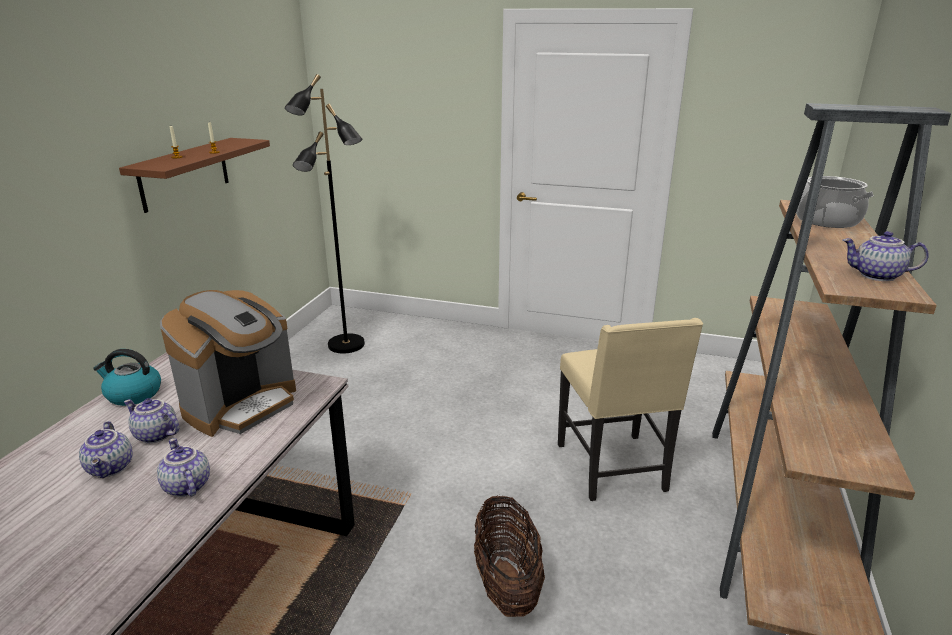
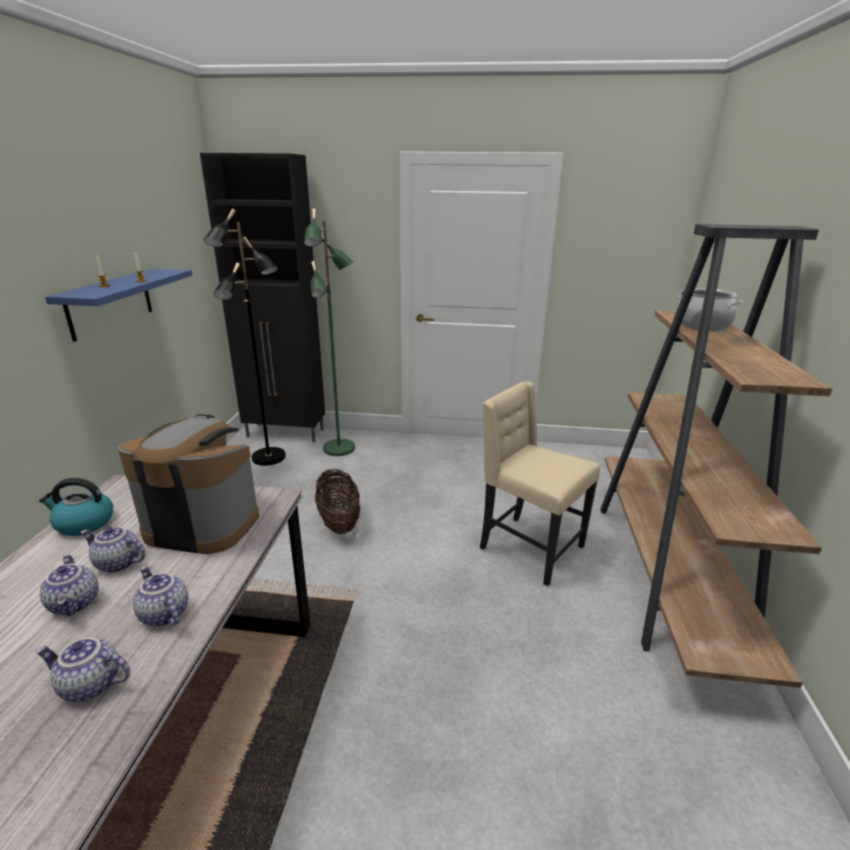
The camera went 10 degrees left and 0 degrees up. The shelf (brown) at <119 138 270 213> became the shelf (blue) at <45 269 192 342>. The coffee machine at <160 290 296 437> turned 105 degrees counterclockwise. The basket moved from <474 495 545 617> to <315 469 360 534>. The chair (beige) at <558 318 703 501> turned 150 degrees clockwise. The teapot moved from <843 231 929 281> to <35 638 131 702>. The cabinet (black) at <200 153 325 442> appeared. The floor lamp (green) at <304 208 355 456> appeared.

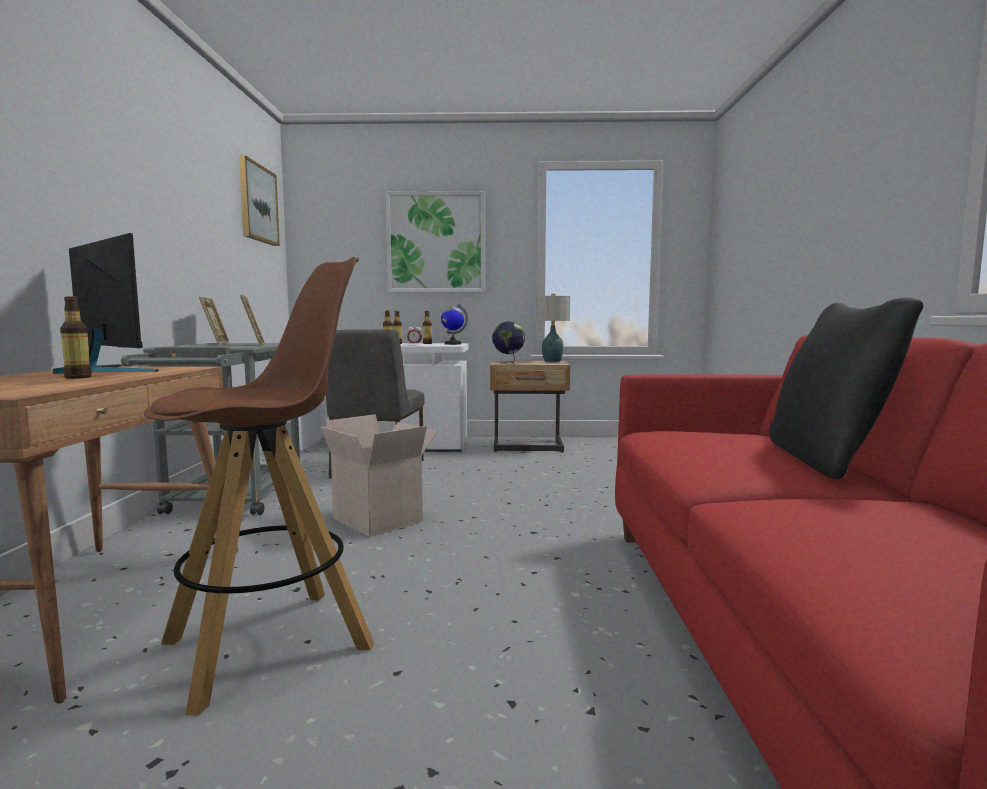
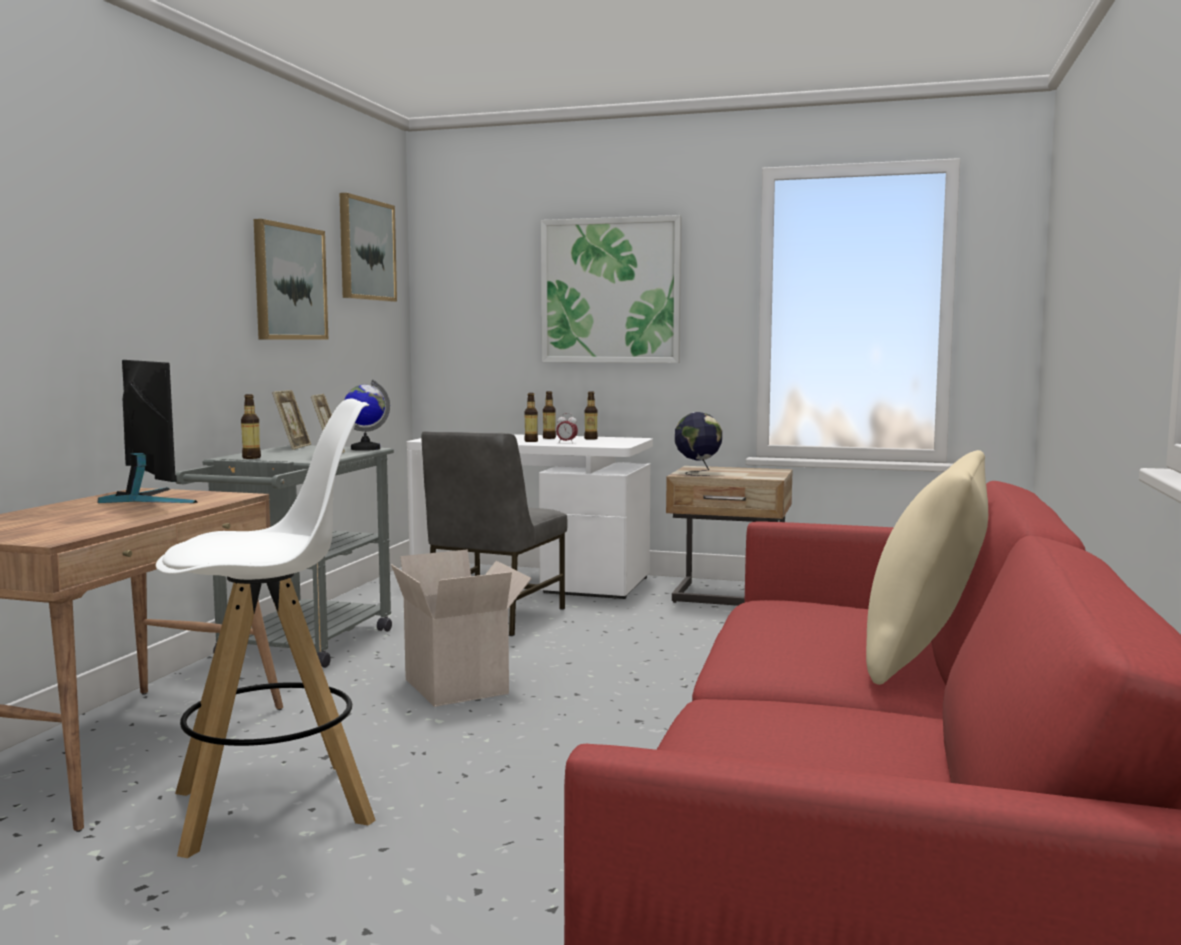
The camera went 15 degrees right and 0 degrees up. The bottle moved from <60 296 92 379> to <241 394 261 459>. The stool (brown) at <144 257 375 716> became the stool (white) at <155 399 376 858>. The globe moved from <441 304 468 345> to <344 380 390 451>. The table lamp at <536 294 570 363> disappeared. The pillow (black) at <769 298 923 479> became the pillow (beige) at <866 450 988 685>. The picture at <254 219 329 340> appeared.

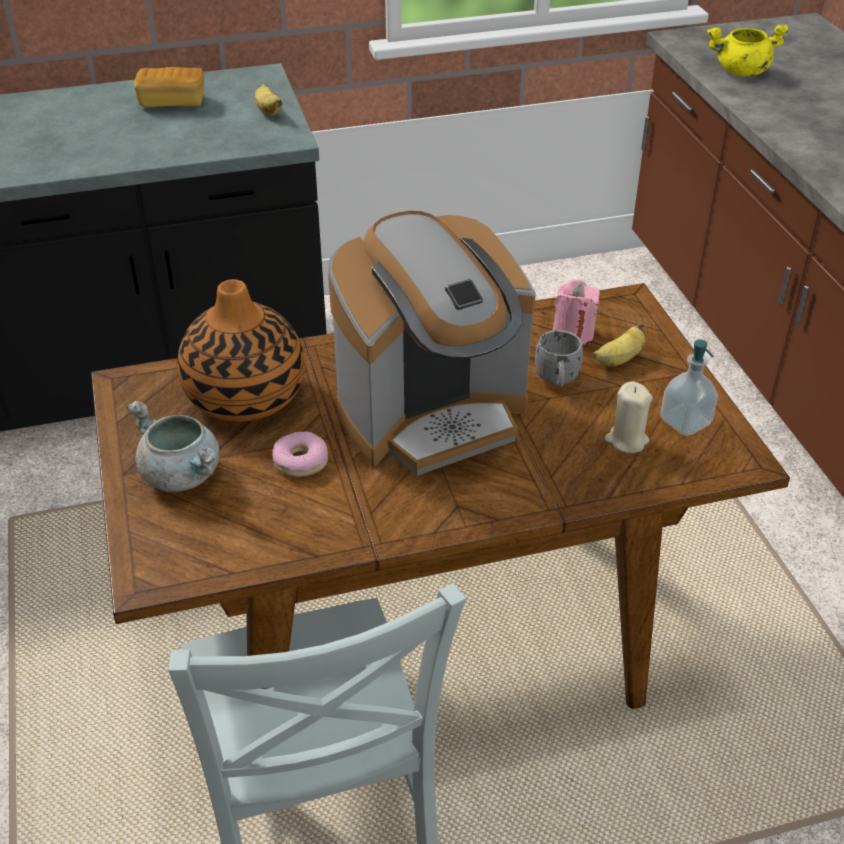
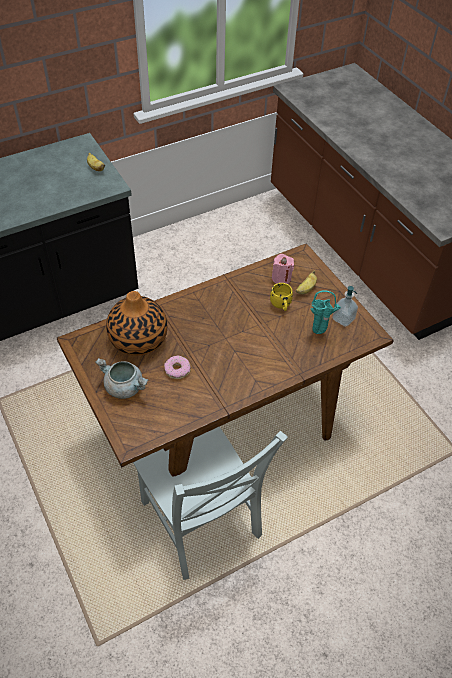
The camera went 15 degrees left and 10 degrees up. The bread at <134 67 204 107> disappeared. The coffee machine at <328 211 536 476> disappeared. The mug (grey) at <535 330 583 387> became the mug (yellow) at <270 283 293 311>. The candle (beige) at <604 381 653 453> was replaced by the vase (turquoise) at <311 290 341 334>. The cooking pot (yellow) at <707 24 789 76> disappeared.

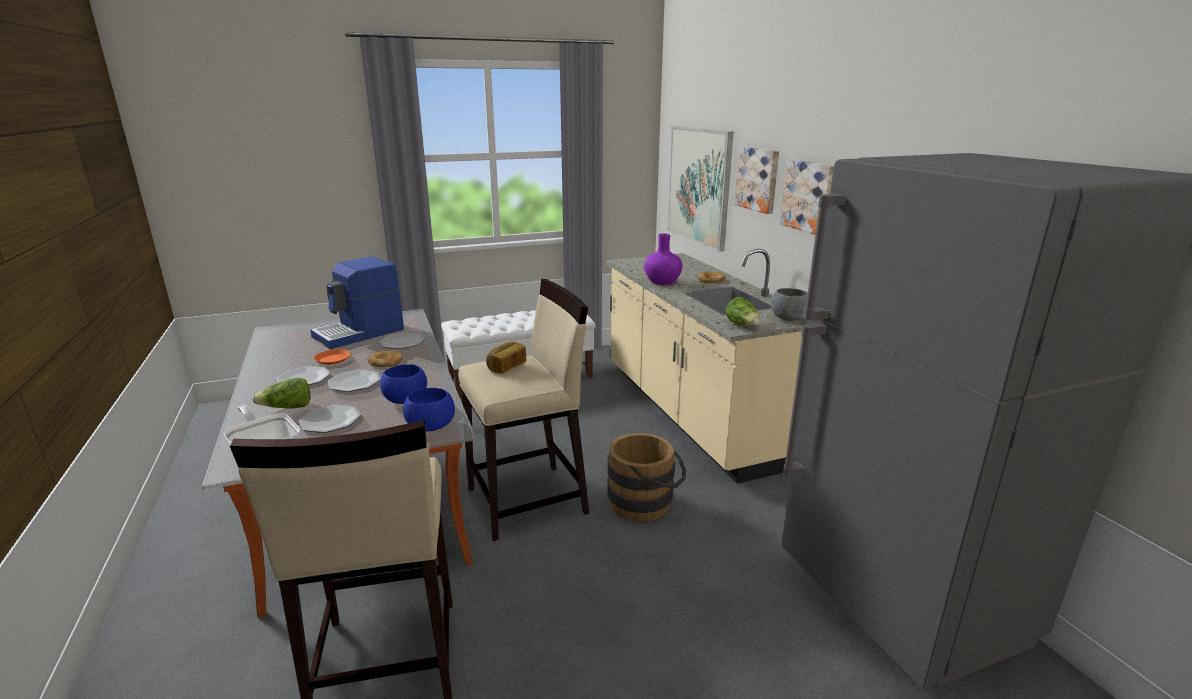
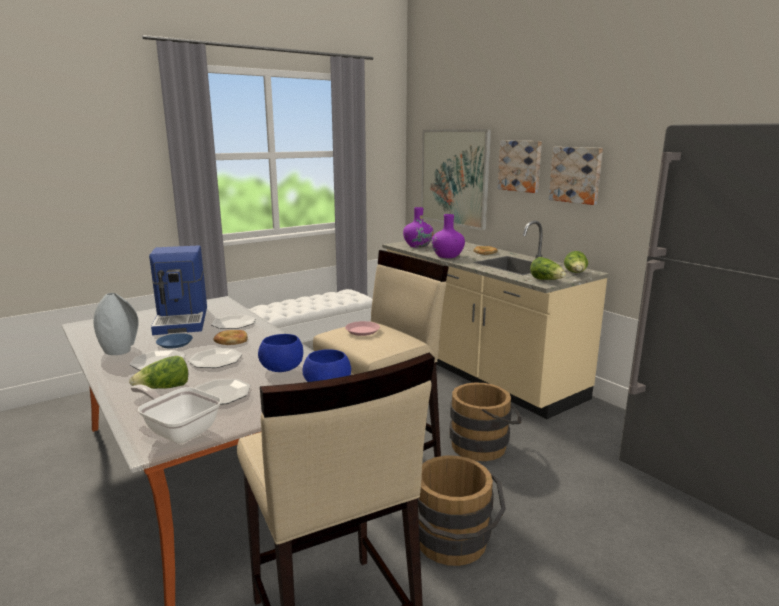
The camera went 15 degrees left and 5 degrees down. The coffee machine at <310 257 404 349> turned 45 degrees counterclockwise. The plate (orange) at <314 349 351 365> became the plate (blue) at <156 333 193 349>. The bread at <486 342 527 374> was replaced by the plate (pink) at <345 321 380 336>. The bowl (grey) at <770 288 808 321> was replaced by the lettuce at <564 251 588 273>. The vase (grey) at <94 293 139 355> appeared. The vase (purple) at <403 207 434 248> appeared. The bucket (brown) at <418 456 506 566> appeared.

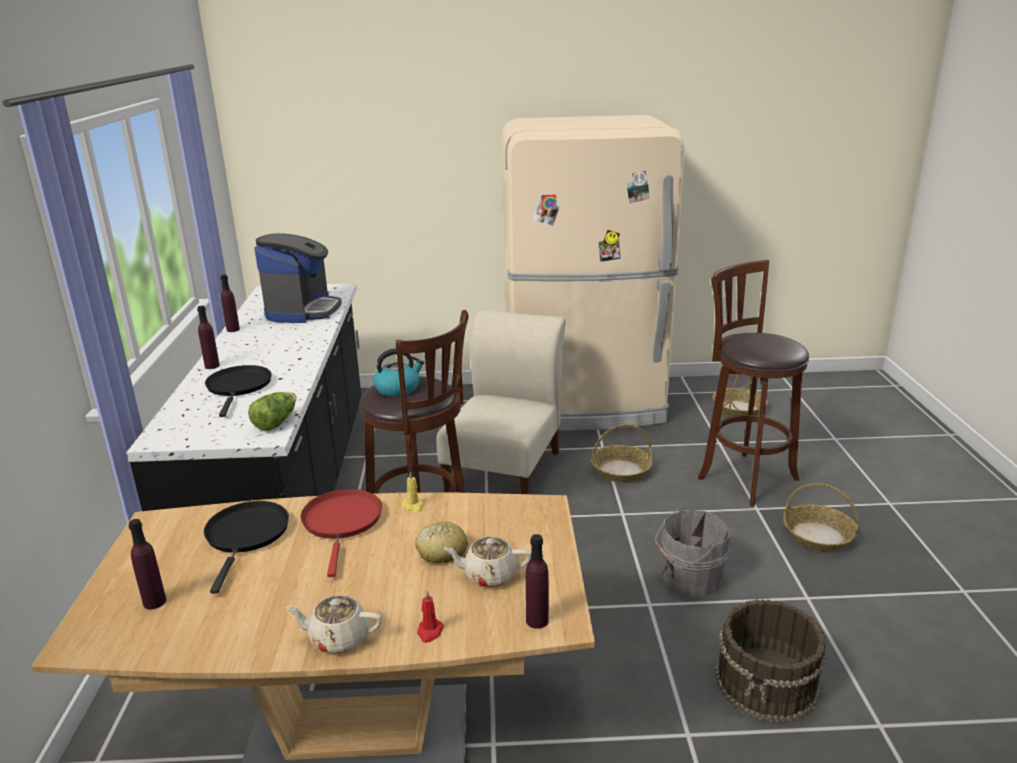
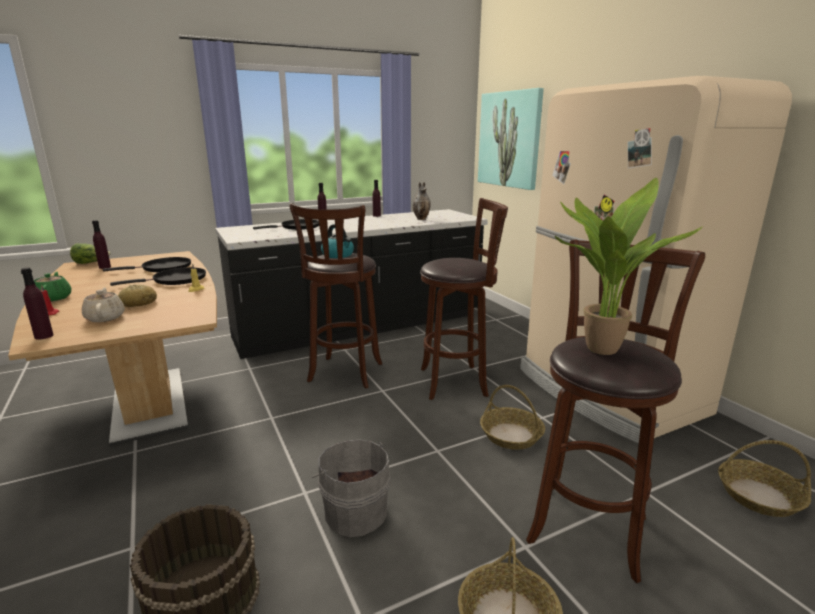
The camera went 65 degrees right and 5 degrees down. The lettuce moved from <248 392 296 431> to <70 243 110 264>. The coffee machine at <254 233 342 323> was replaced by the vase at <413 182 431 220>. The teapot (beige) at <285 595 382 654> became the teapot (green) at <34 272 71 302>. The frying pan (red) at <301 489 382 577> became the frying pan (black) at <110 267 206 286>. The chair (beige) at <436 310 565 494> was replaced by the stool (brown) at <420 198 508 400>. The picture at <478 88 544 190> appeared. The potted plant at <555 178 703 355> appeared.

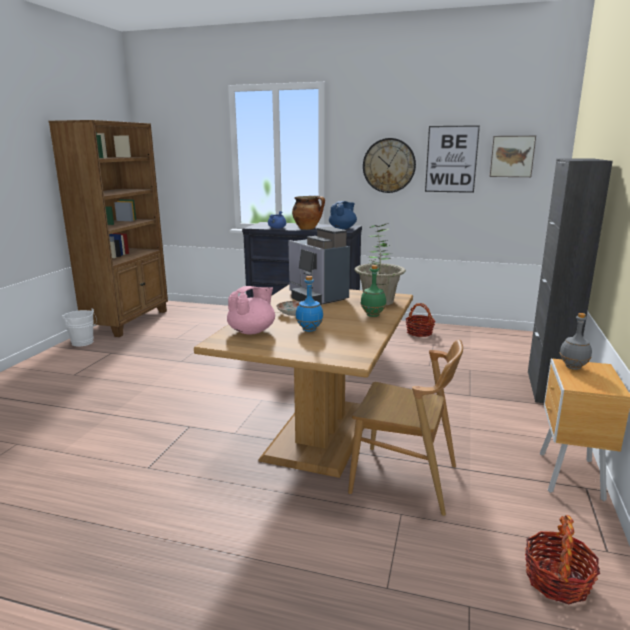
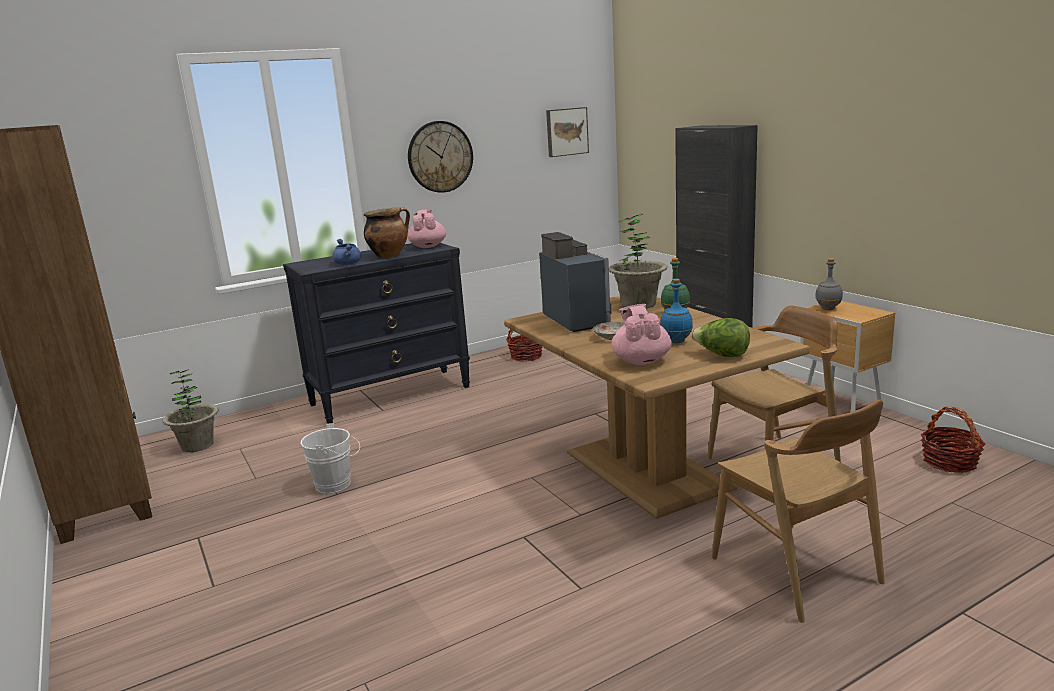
The camera went 45 degrees left and 0 degrees up. The bucket (white) moved from <62 309 97 347> to <300 423 360 493>. The coffee machine at <289 227 350 305> turned 120 degrees counterclockwise. The teapot (blue) at <329 201 357 229> became the teapot (pink) at <408 210 446 248>. The picture at <425 125 480 193> disappeared. The potted plant at <162 369 219 452> appeared. The lettuce at <691 318 750 357> appeared. The chair (brown) at <712 400 885 623> appeared.

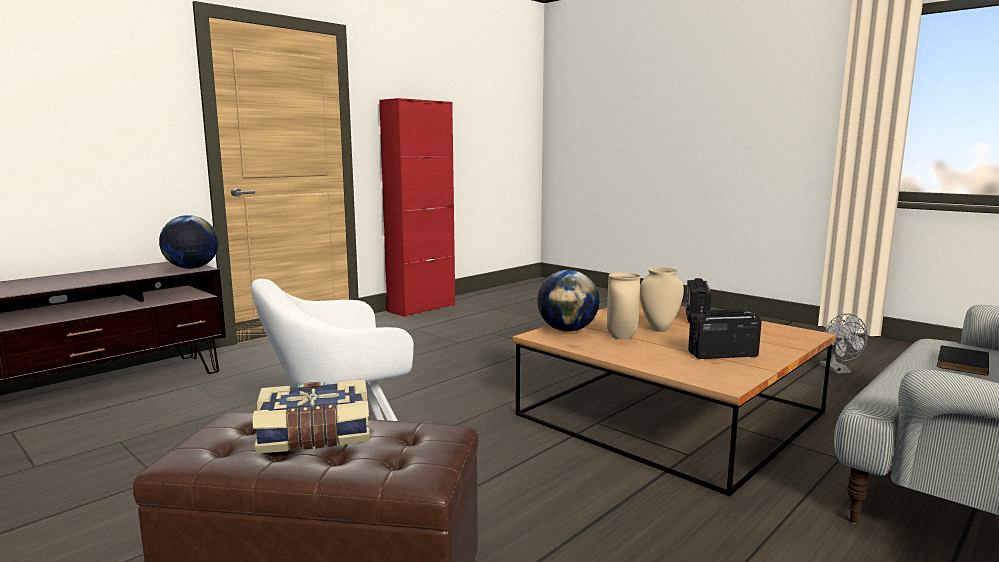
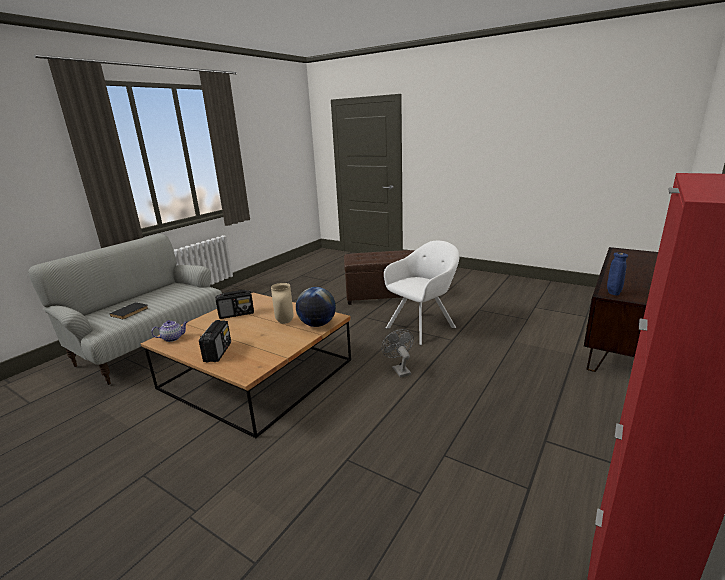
The camera went 170 degrees right and 10 degrees up. The globe at <159 215 219 269> was replaced by the vase (blue) at <607 252 628 296>. The book at <253 379 370 453> disappeared. The vase (beige) at <640 267 684 332> disappeared. The fan (grey) moved from <820 313 868 374> to <381 329 414 378>. The teapot at <151 320 187 342> appeared.

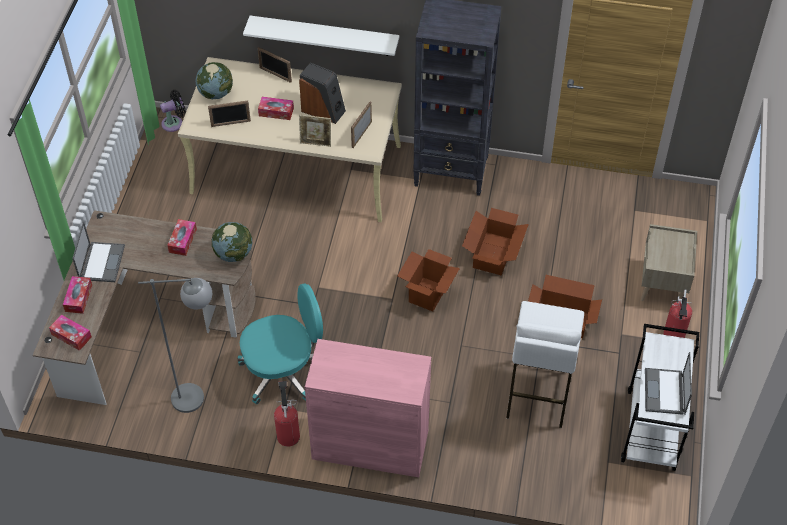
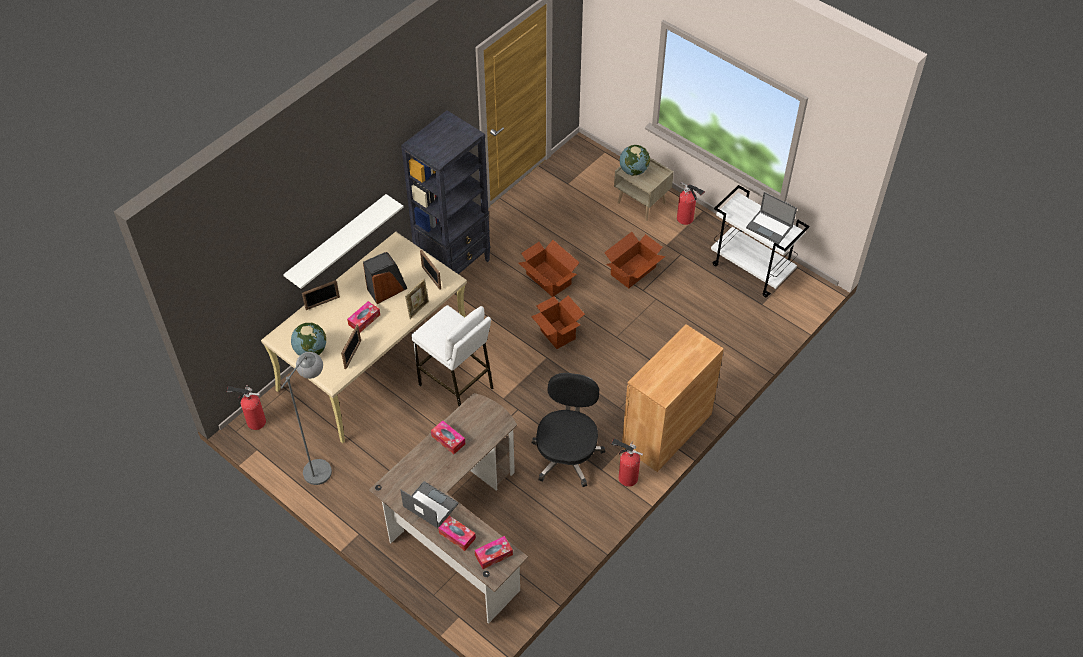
The camera went 60 degrees left and 0 degrees up. The floor lamp (grey) moved from <138 278 212 413> to <281 352 332 485>. The fan (black) at <160 90 186 132> was replaced by the fire extinguisher at <227 385 266 430>. The globe moved from <212 222 252 262> to <620 145 650 176>. The office chair (turquoise) at <237 283 323 404> became the office chair (black) at <532 373 605 487>. The cabinet (pink) at <305 339 431 477> became the cabinet (brown) at <622 324 724 472>. The stool (white) moved from <506 301 584 428> to <411 305 494 407>.

